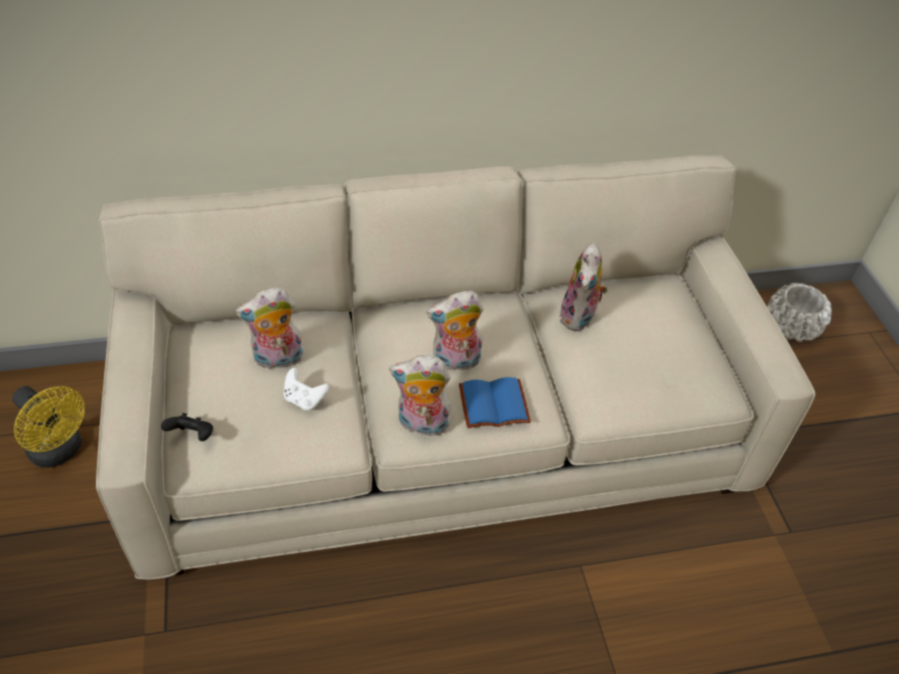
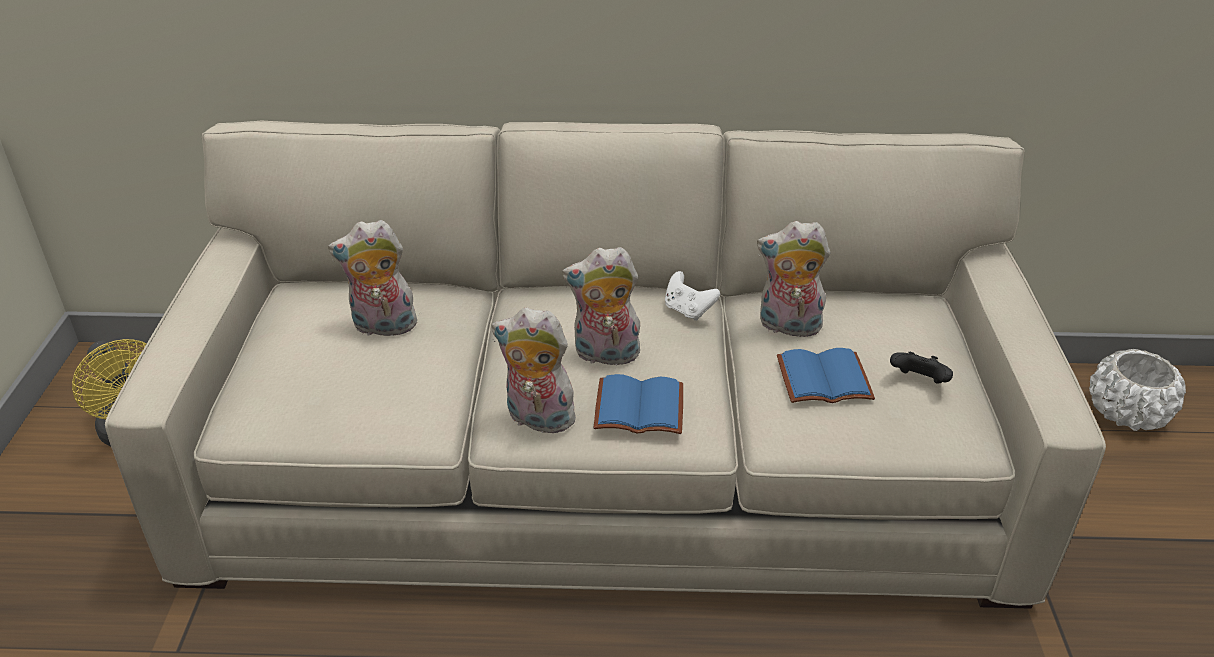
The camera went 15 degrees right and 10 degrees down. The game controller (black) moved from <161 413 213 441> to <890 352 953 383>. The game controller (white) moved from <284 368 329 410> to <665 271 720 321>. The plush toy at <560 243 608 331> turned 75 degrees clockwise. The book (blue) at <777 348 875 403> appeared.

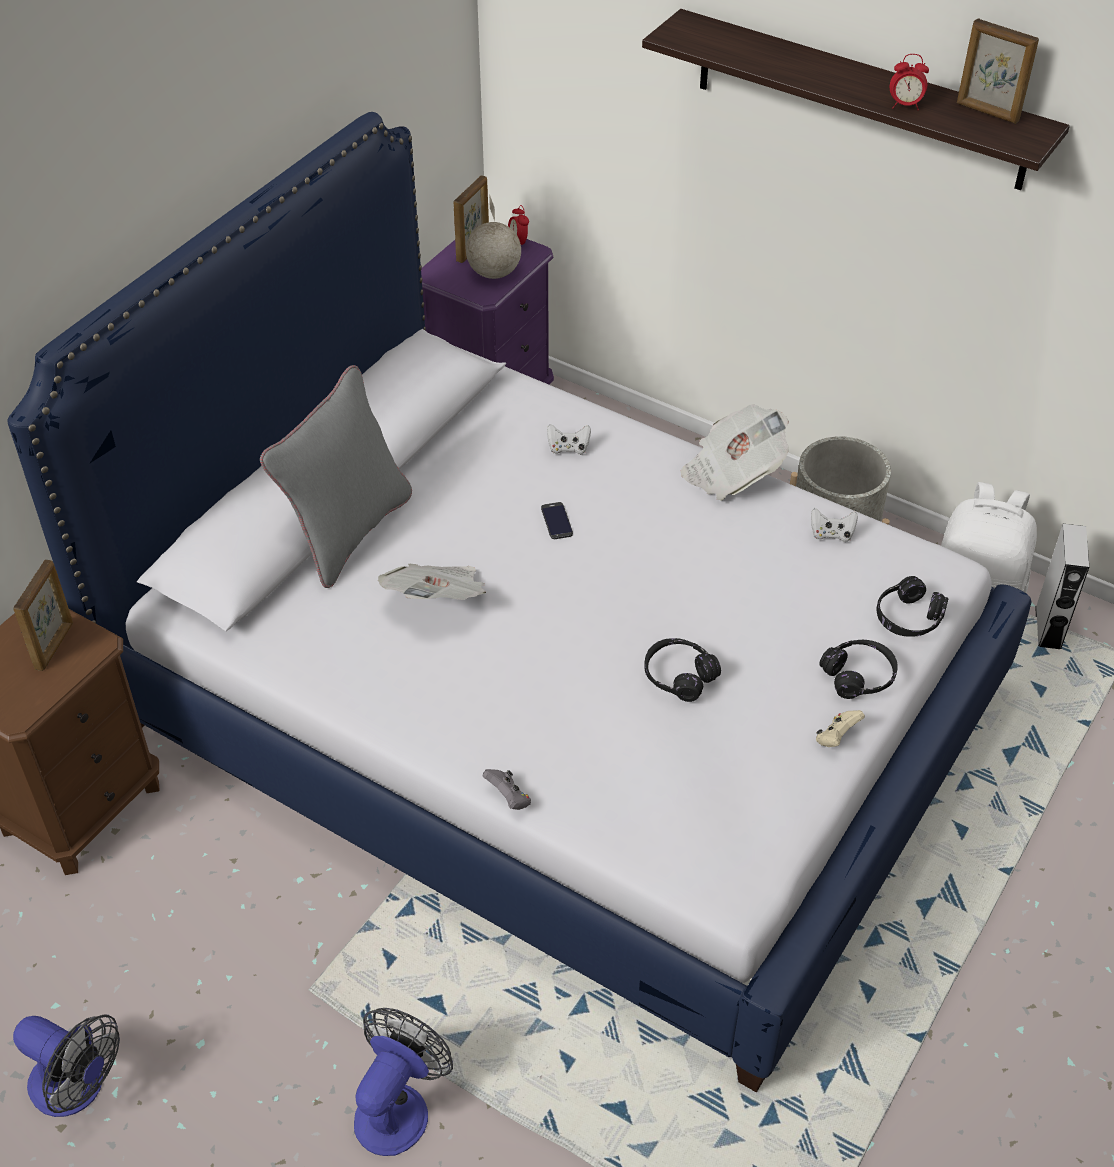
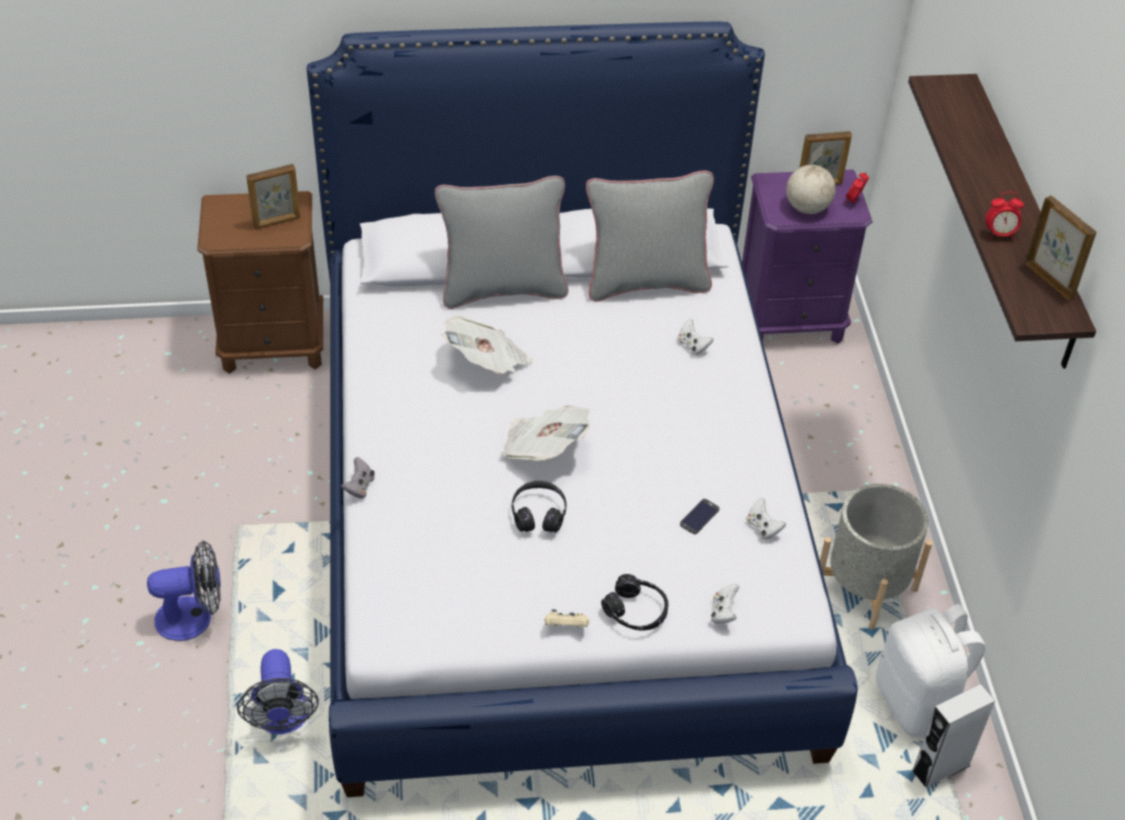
The camera went 50 degrees right and 0 degrees up. The fan moved from <13 1014 120 1117> to <237 649 319 734>. The phone moved from <541 502 573 539> to <680 499 719 534>. The newspaper moved from <681 404 789 501> to <501 405 590 461>. The headphones (black) at <876 576 949 637> was replaced by the game controller (white) at <711 584 739 624>. The alarm clock at <890 54 929 110> turned 60 degrees counterclockwise. The picture frame at <957 18 1039 124> turned 150 degrees clockwise. The pillow (grey) at <586 170 714 302> appeared.

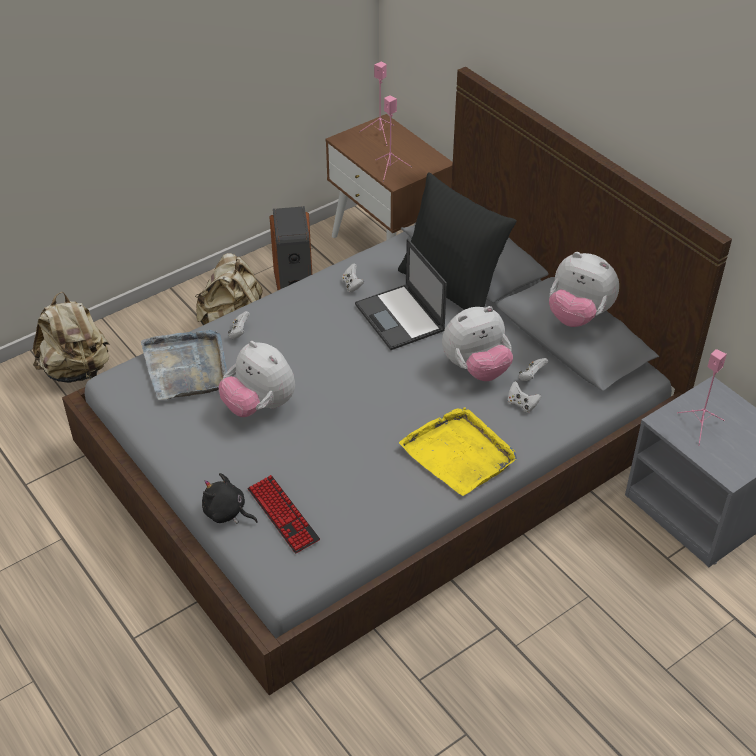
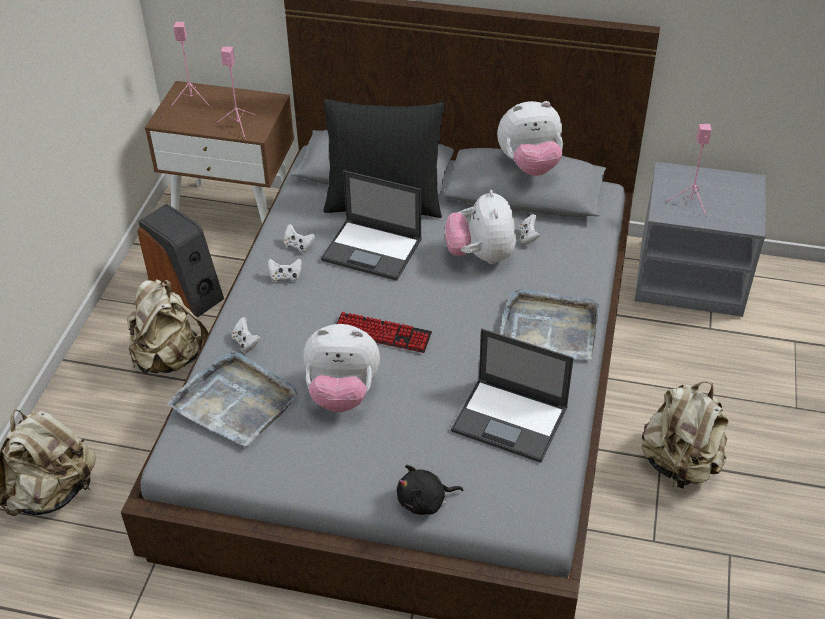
The camera went 40 degrees left and 0 degrees up. The keyboard moved from <248 475 320 554> to <336 312 432 353>. The tray (yellow) at <399 407 517 496> became the tray (grey) at <501 289 599 360>. The plush toy at <442 306 513 381> turned 150 degrees clockwise. The game controller (white) moved from <507 381 541 413> to <268 258 302 282>. The laptop at <451 329 574 463> appeared. The backpack (beige) at <641 381 728 489> appeared.

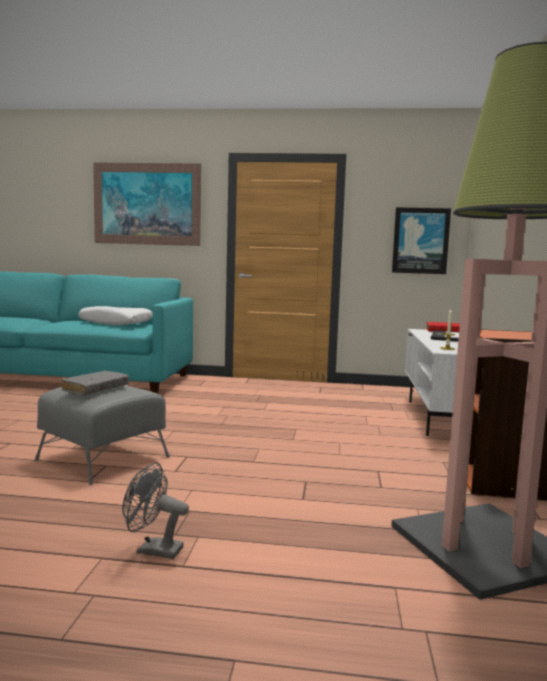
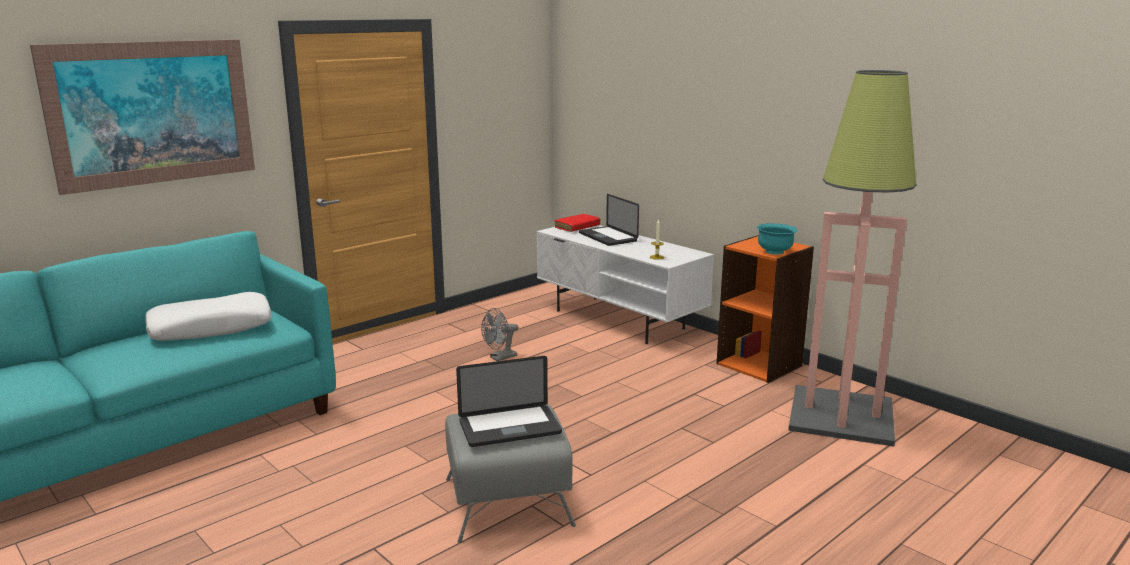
The camera went 50 degrees left and 10 degrees up. The book (grey) at <61 370 129 395> was replaced by the laptop at <456 356 562 447>. The fan (grey) moved from <122 462 189 559> to <481 308 519 361>. The picture at <392 207 451 274> disappeared. The bowl (turquoise) at <757 224 798 255> appeared.

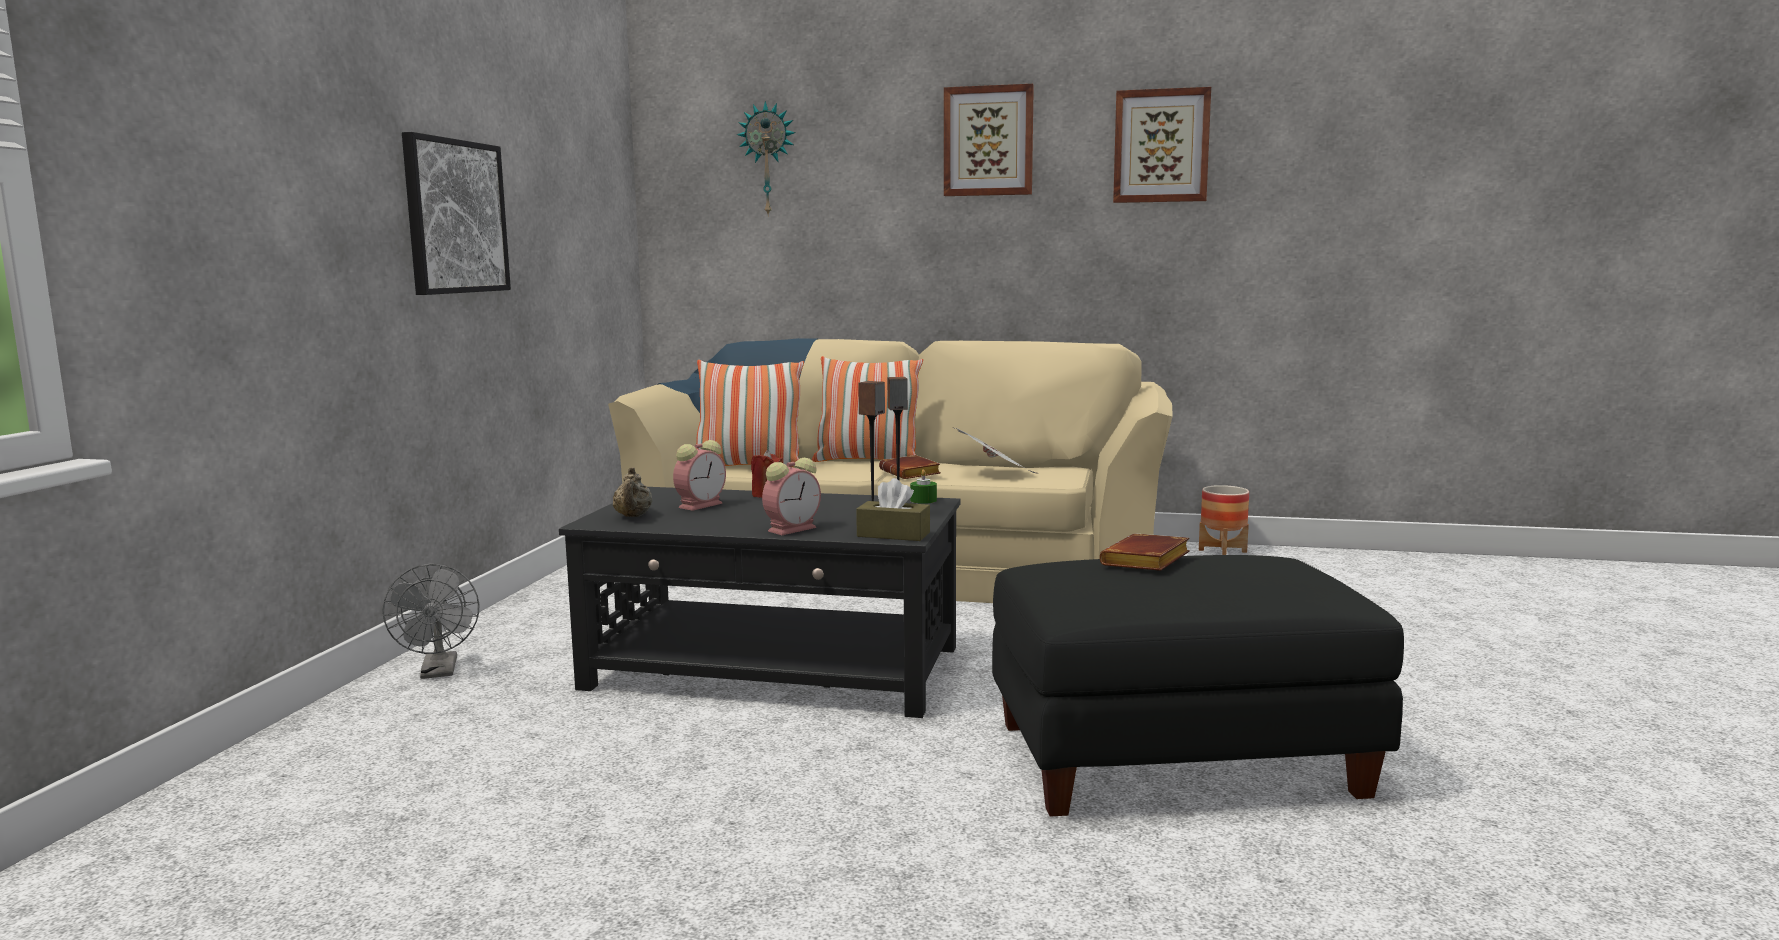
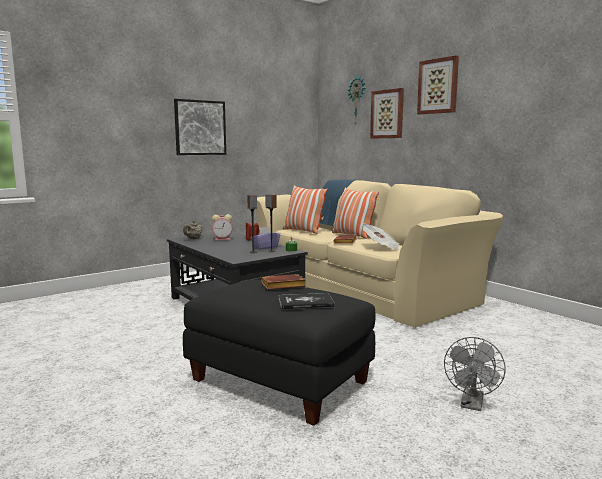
The camera went 40 degrees right and 0 degrees up. The fan (grey) moved from <382 564 480 679> to <444 337 506 411>. The alarm clock at <762 458 821 535> disappeared. The tissue box (brown) at <856 478 930 541> disappeared. The picture moved from <1113 87 1211 203> to <370 88 404 138>. The planter at <1199 485 1249 555> disappeared. The tissue box (purple) at <251 227 280 249> appeared. The book at <279 293 335 309> appeared.

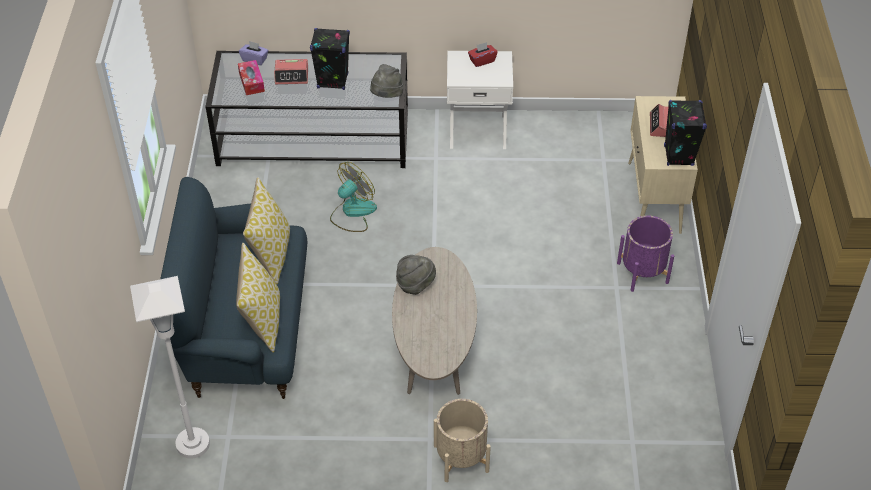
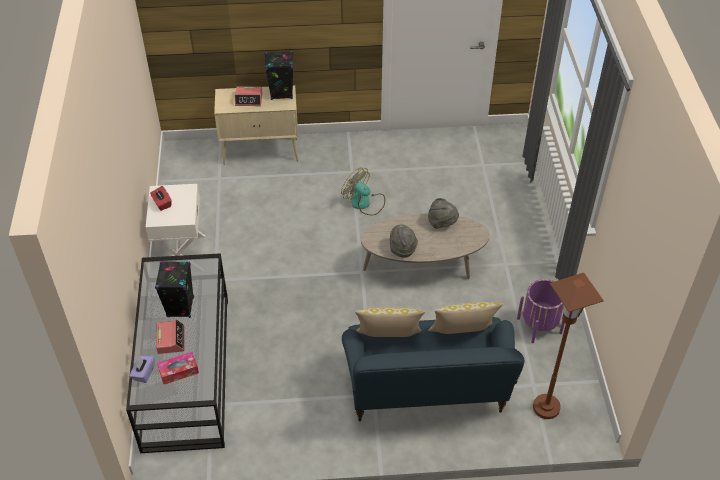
The camera went 95 degrees left and 0 degrees up. The floor lamp (white) at <130 276 210 459> became the floor lamp (brown) at <533 273 604 419>. The fan moved from <330 162 377 232> to <341 168 385 215>. The hat (grey) moved from <370 64 403 98> to <428 198 459 229>. The planter (beige) at <434 399 491 482> disappeared. The planter (purple) moved from <617 216 674 292> to <517 279 565 343>.

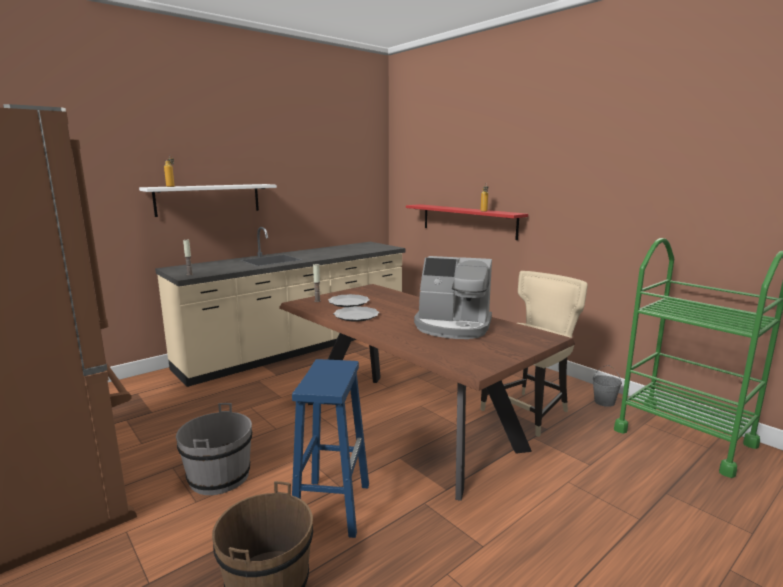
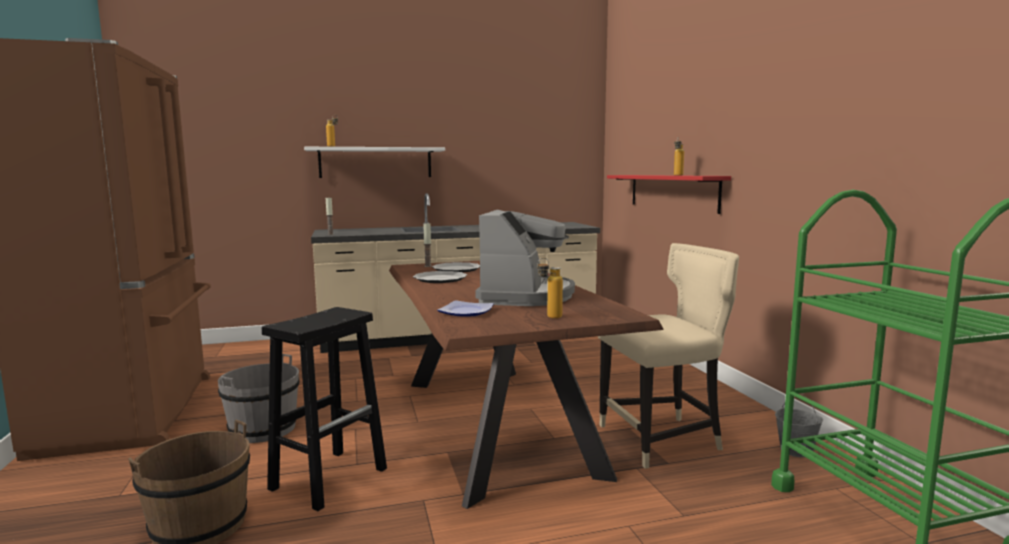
The camera went 25 degrees right and 5 degrees down. The stool (blue) at <292 359 369 538> became the stool (black) at <262 307 387 511>. The coffee machine at <414 256 492 339> turned 120 degrees counterclockwise. The plate at <437 300 494 317> appeared. The bottle at <537 258 563 319> appeared.

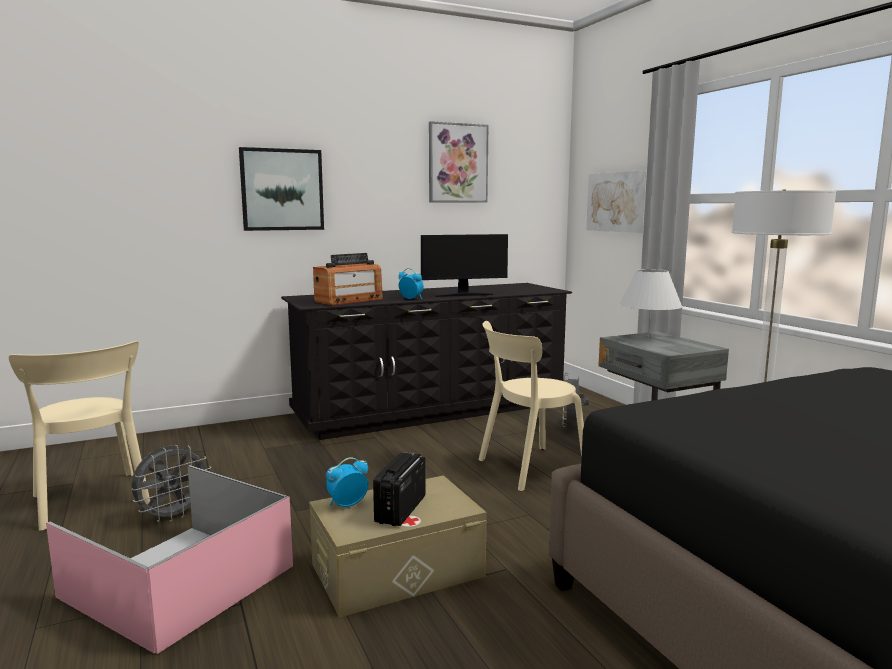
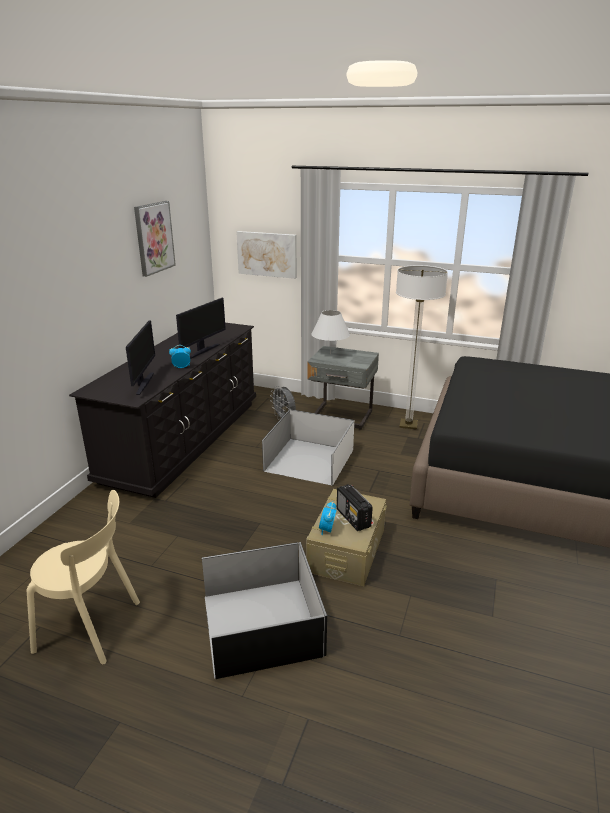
The camera went 45 degrees left and 15 degrees up. The storage box (pink) at <46 465 293 654> became the storage box (black) at <202 542 327 679>. The fan (grey) at <131 445 211 522> disappeared. The picture at <239 147 324 231> disappeared. The radio at <313 253 383 305> was replaced by the monitor at <126 320 155 395>. The chair (beige) at <478 321 584 491> was replaced by the storage box (white) at <262 409 354 486>.

